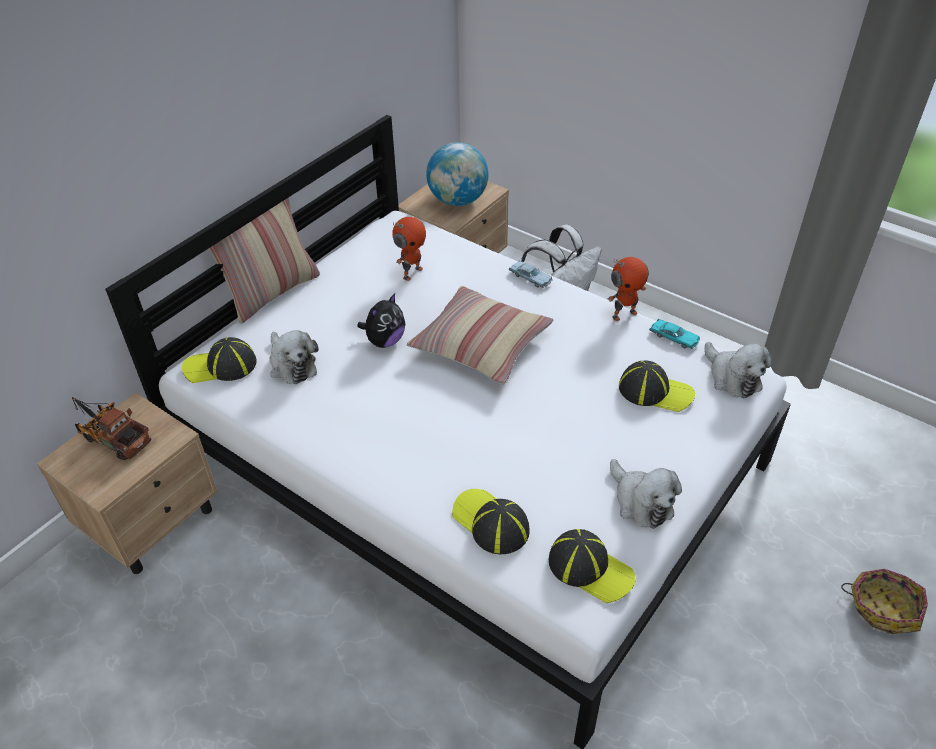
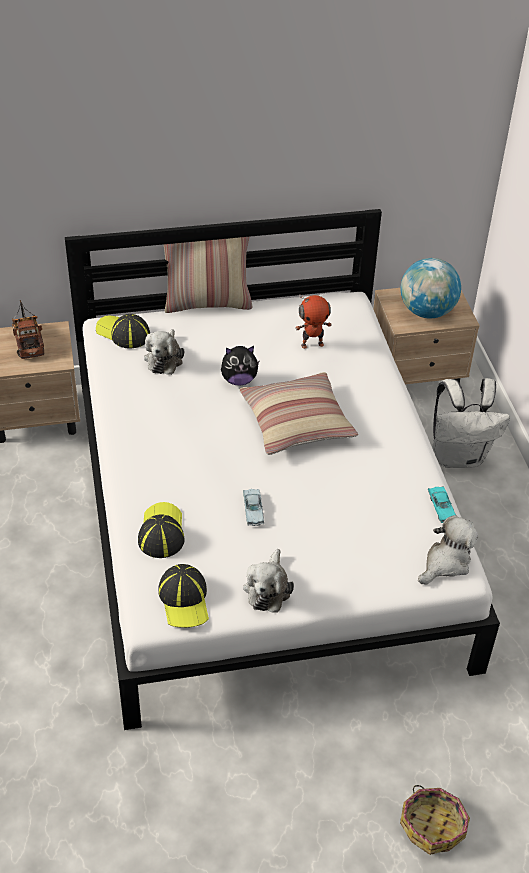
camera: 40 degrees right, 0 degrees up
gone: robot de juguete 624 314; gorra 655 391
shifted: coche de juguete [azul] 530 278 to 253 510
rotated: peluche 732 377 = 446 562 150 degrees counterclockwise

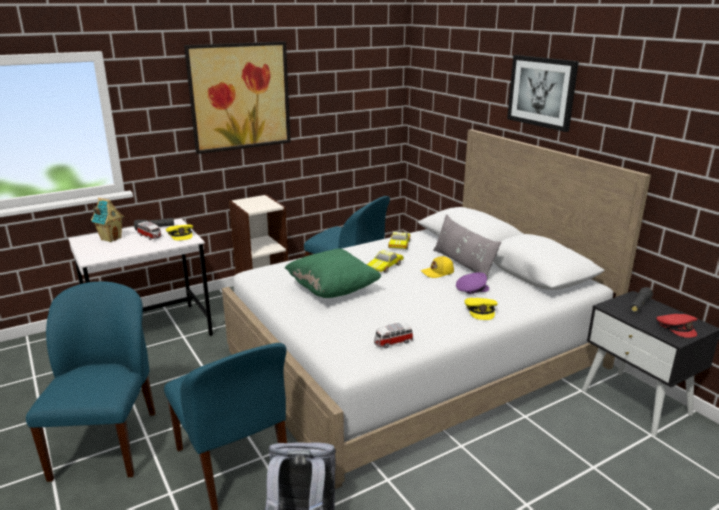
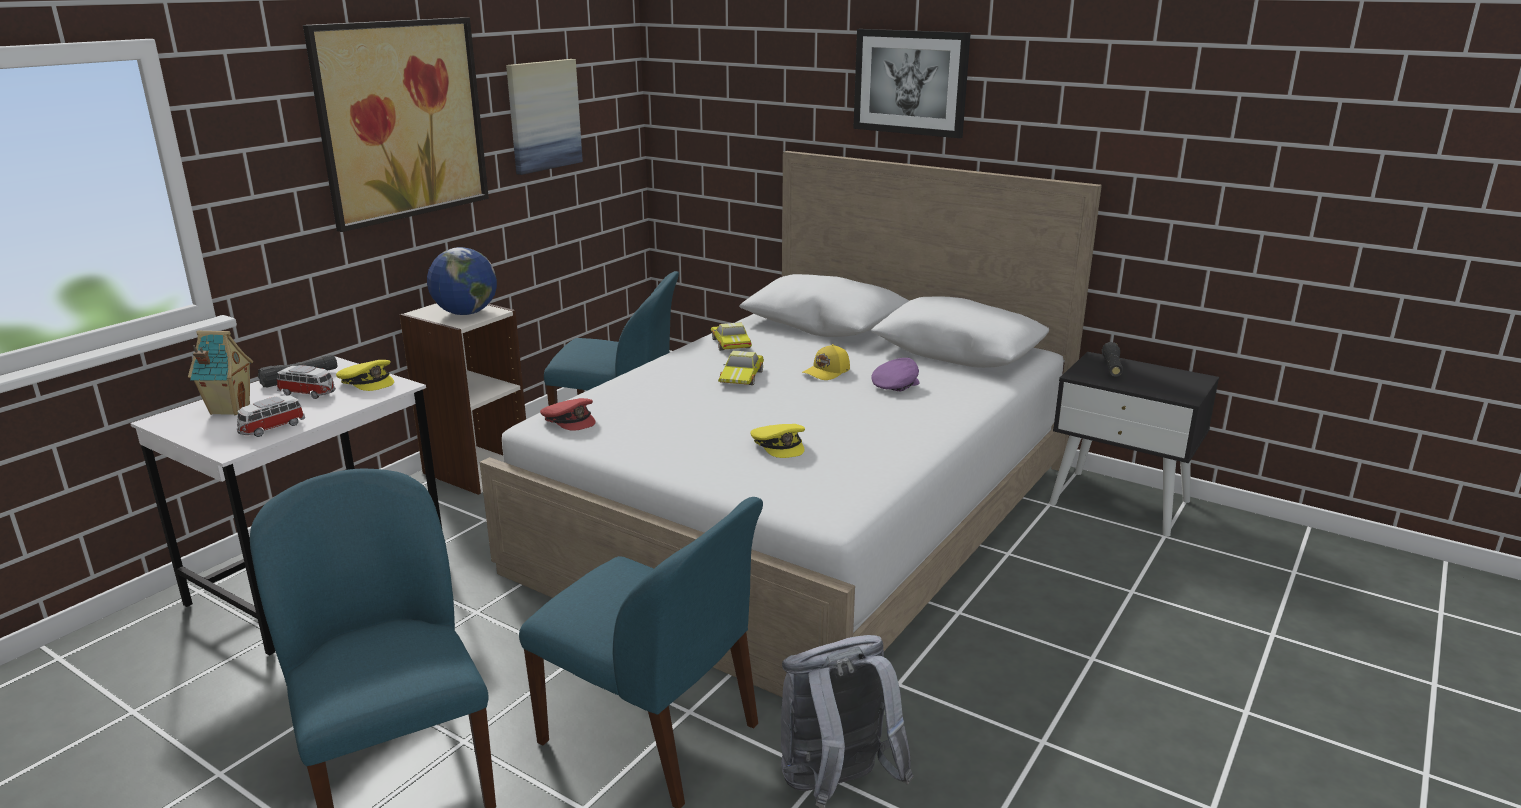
camera: 25 degrees left, 0 degrees up
gone: cojín [verde] 332 290; cojín [gris] 463 264
new: globo terráqueo 465 313; cuadro 543 115
shifted: coche de juguete 392 342 to 271 428; gorra [amarillo] 480 311 to 779 445; gorra [rojo] 676 328 to 570 420

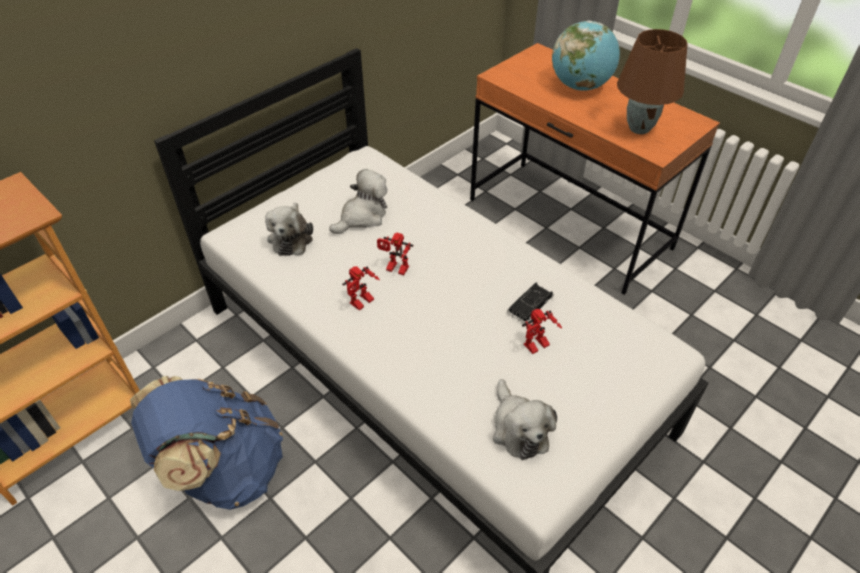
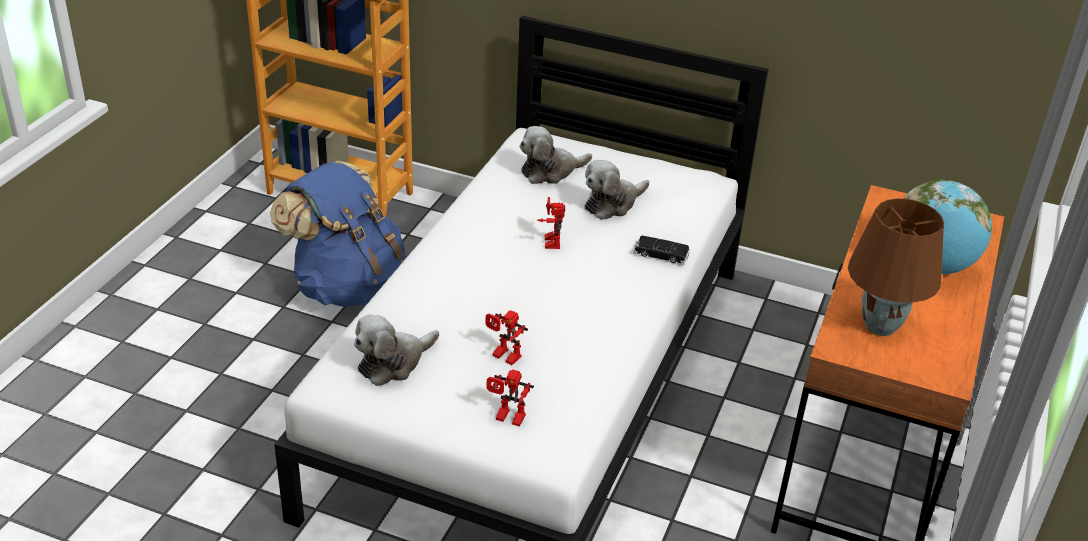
camera: 65 degrees right, 10 degrees down
shifted: robot de juguete 362 303 to 507 419; coche de juguete [negro] 530 305 to 661 254
rotated: peluche 362 216 = 612 204 120 degrees clockwise

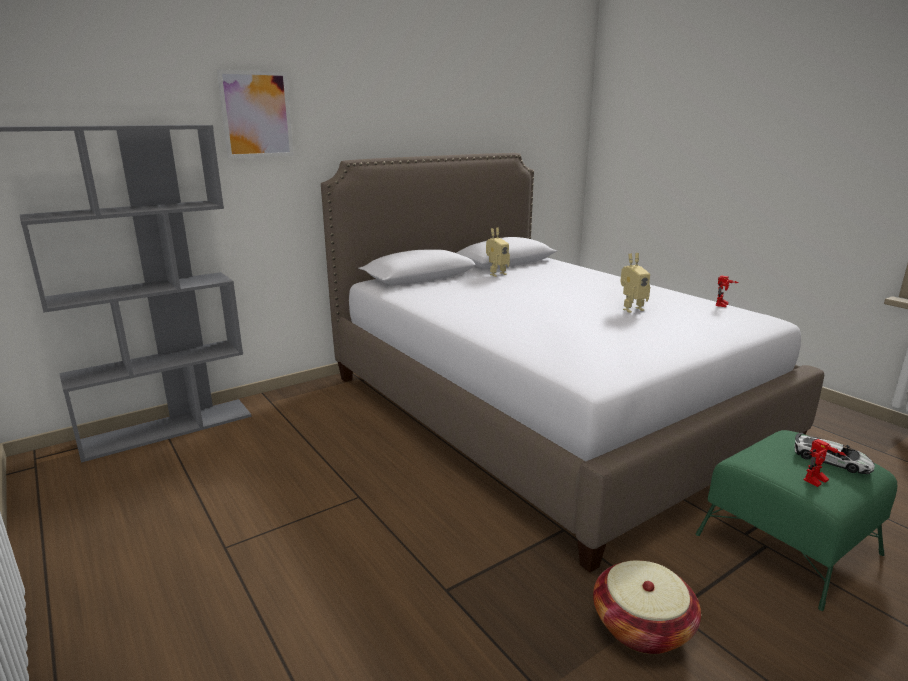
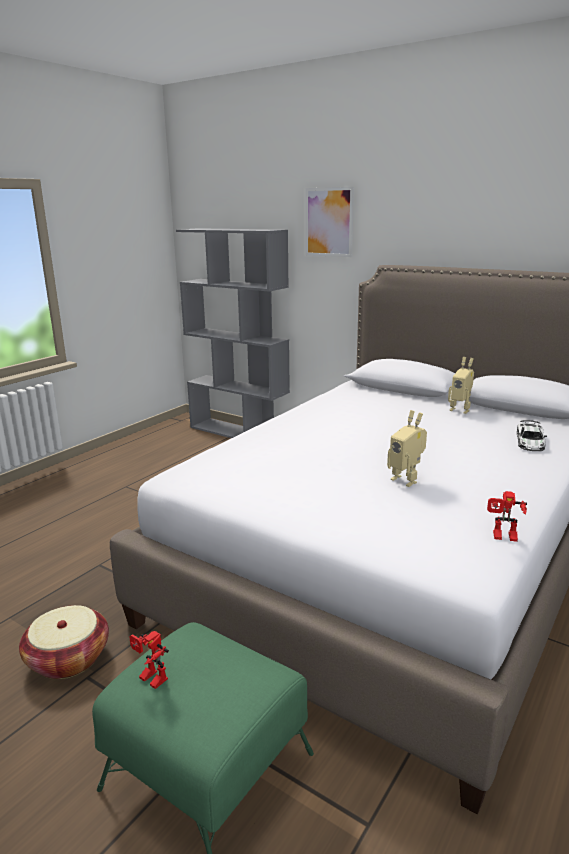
camera: 70 degrees right, 0 degrees up
shifted: coche de juguete 831 460 to 530 441

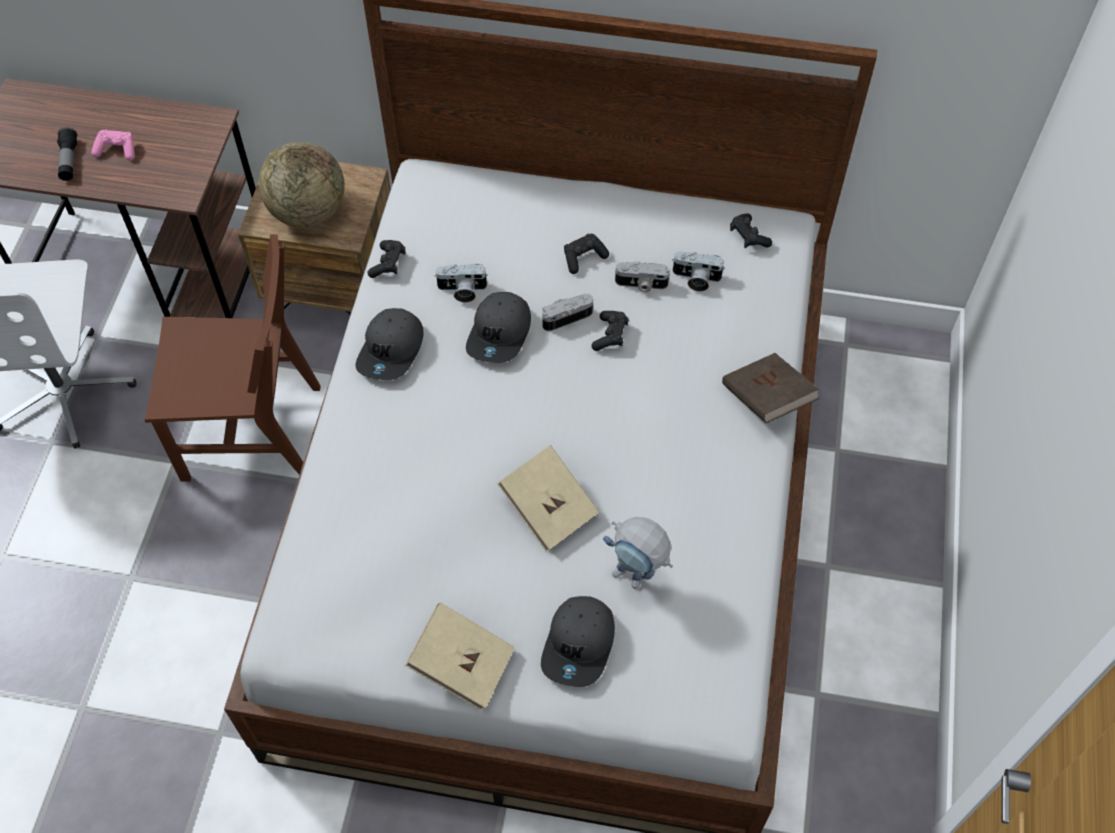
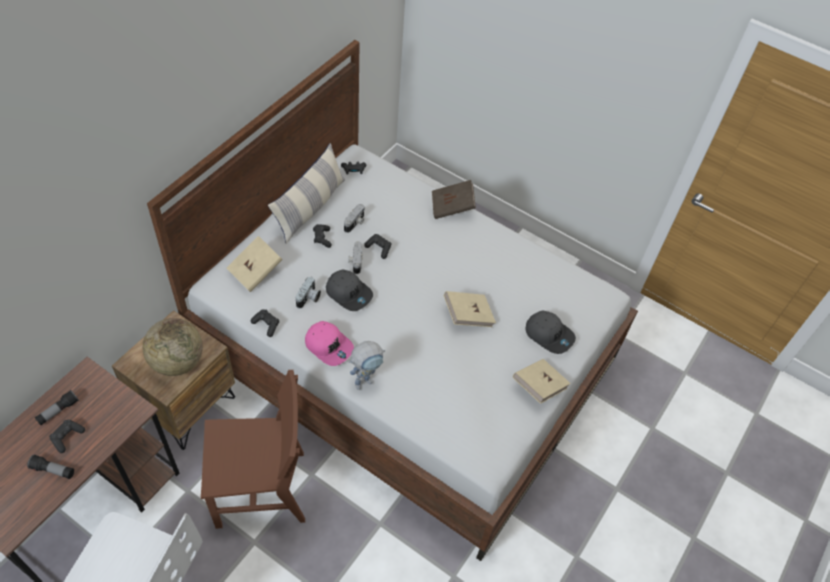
camera: 70 degrees left, 5 degrees down
gone: cámara 695 279
new: linterna 58 411; libro [beis] 255 271; cojín 310 208
shifted: robot de juguete 636 579 to 366 380
repainted: mando de consola [rosa] 117 150 to mando de consola [negro] 67 437; gorra [gris] 392 350 to gorra [rosa] 329 346
rotated: silla [marrón] 252 433 = 261 489 60 degrees clockwise

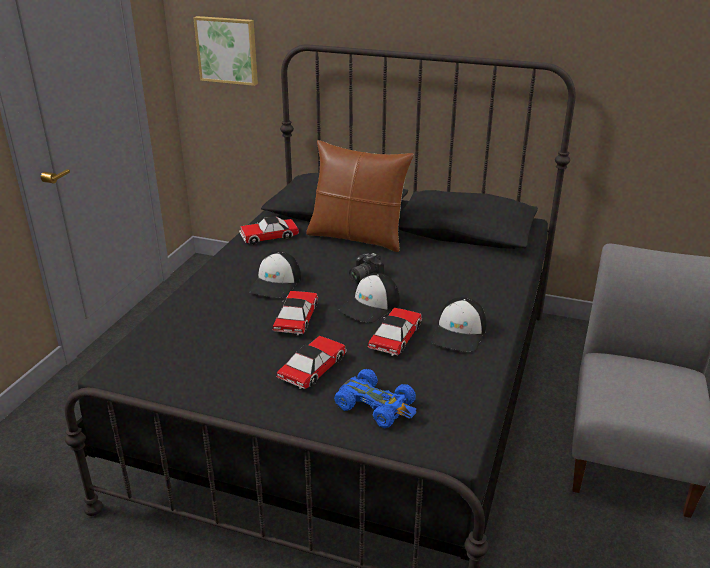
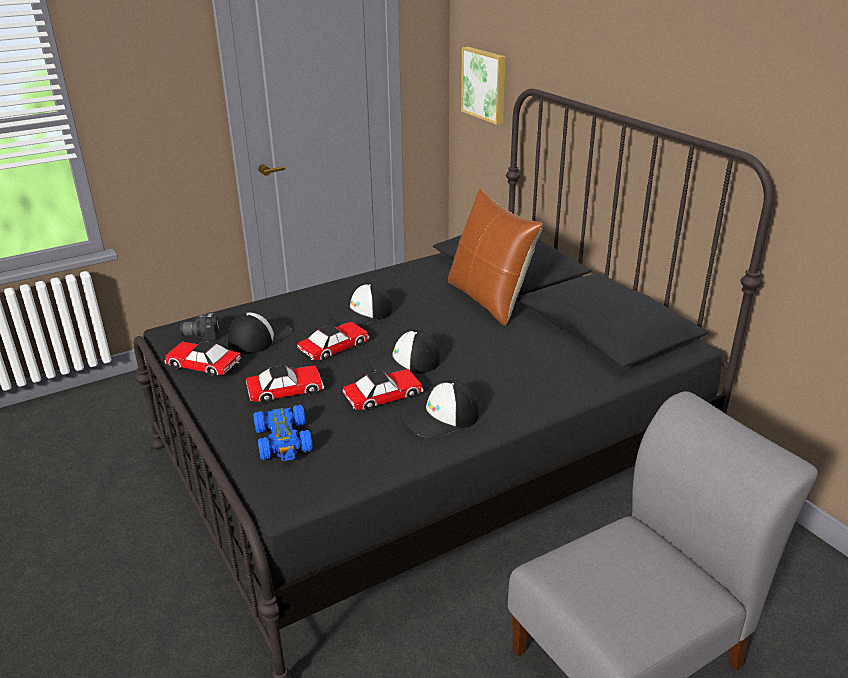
camera: 40 degrees right, 0 degrees up
new: gorra 259 337
shifted: coche de juguete 269 236 to 203 365; cámara 362 275 to 201 334

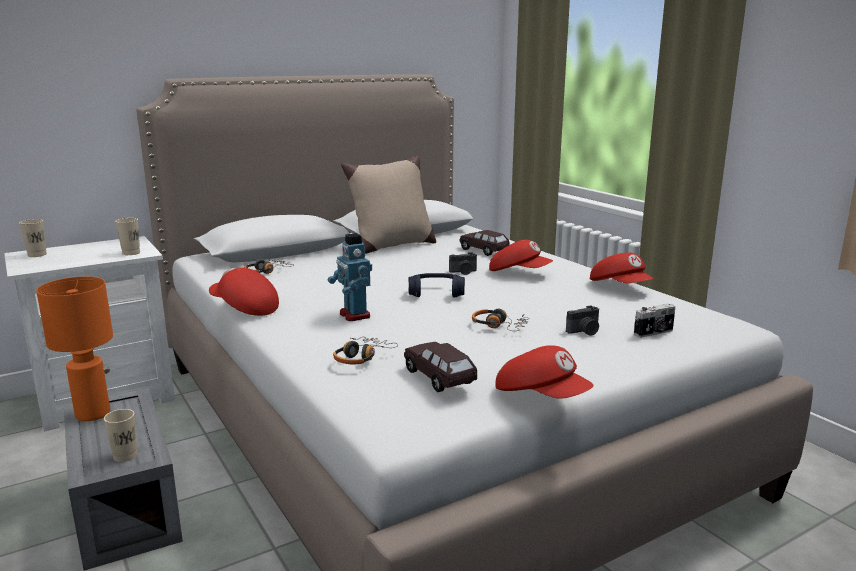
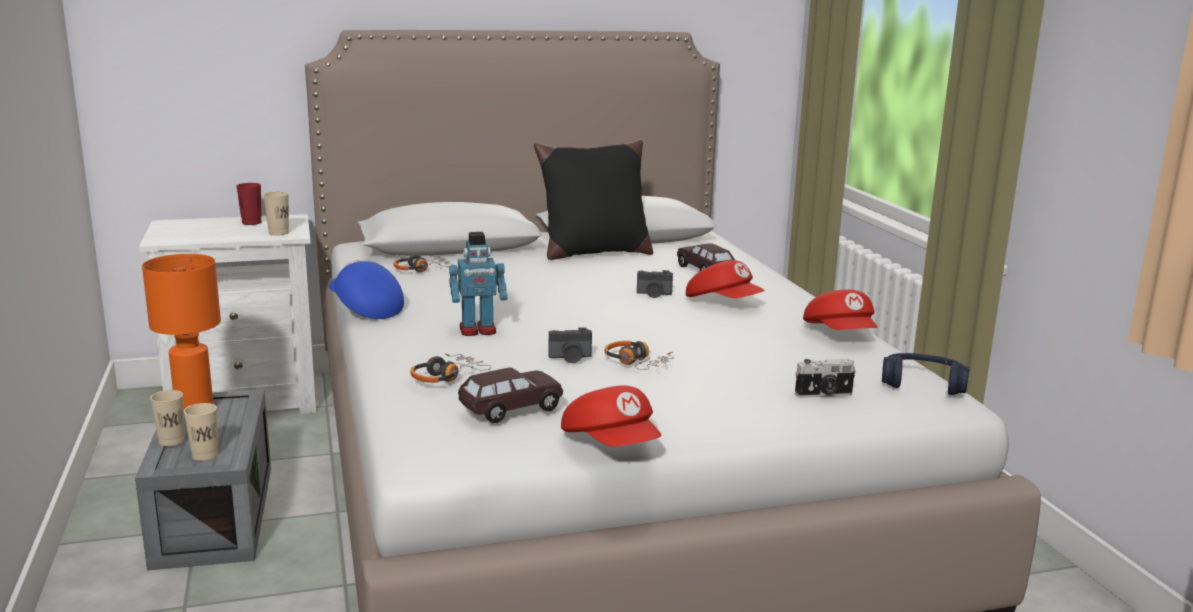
camera: 15 degrees right, 0 degrees up
new: taza [rojo] 251 223
shifted: taza [beis] 37 255 to 171 441; auriculares [azul] 436 293 to 923 384; cámara 584 331 to 570 358
repainted: gorra [rojo] 244 308 to gorra [azul] 365 308; cojín [beis] 391 246 to cojín [negro] 593 253
rotated: robot de juguete 354 315 = 478 330 90 degrees counterclockwise; coche de juguete [marrón] 439 378 = 511 409 75 degrees clockwise

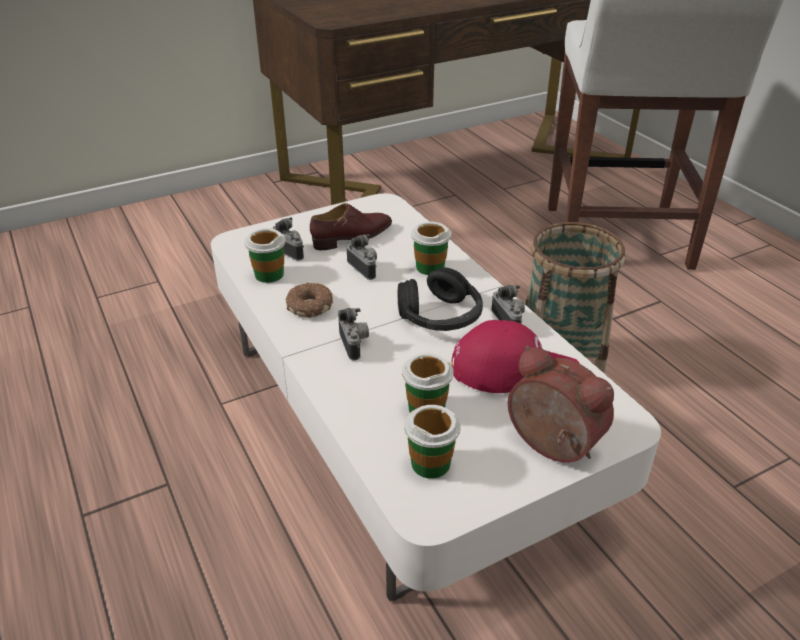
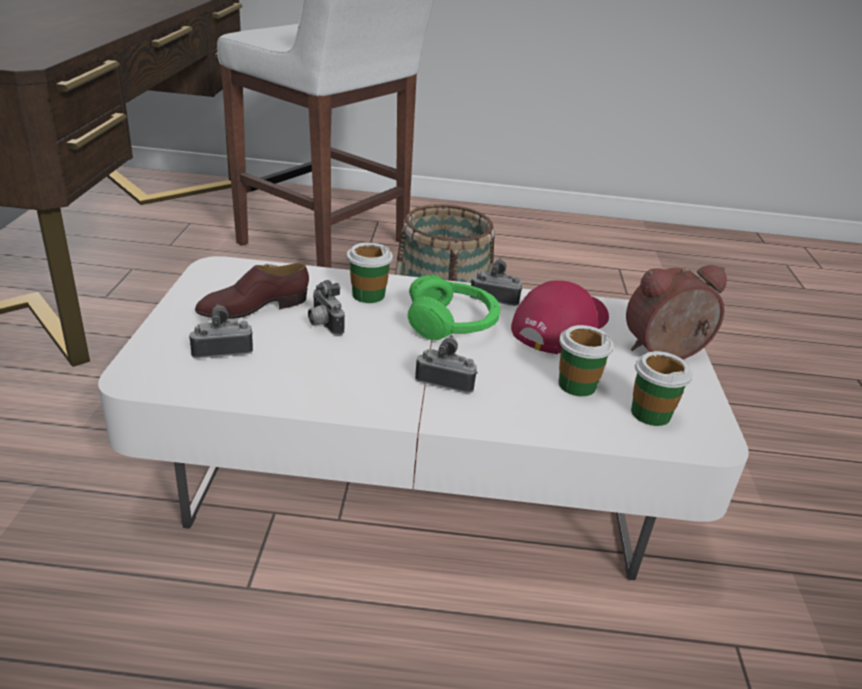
camera: 60 degrees left, 5 degrees down
gone: taza 269 274; rosquilla 309 306
repainted: auriculares [negro] 440 316 to auriculares [verde] 452 323
rotated: zapato [marrón] 353 237 = 253 307 120 degrees counterclockwise; cámara 365 268 = 323 325 120 degrees counterclockwise

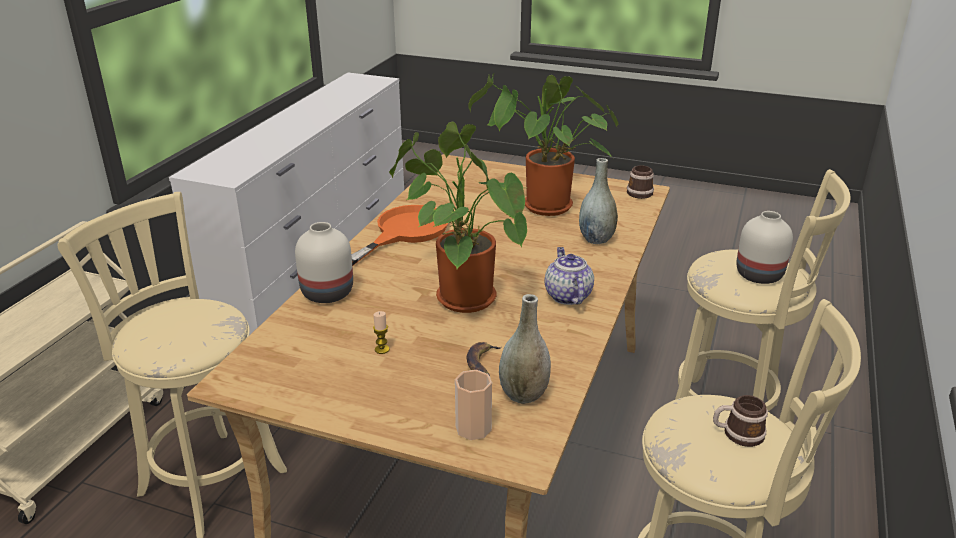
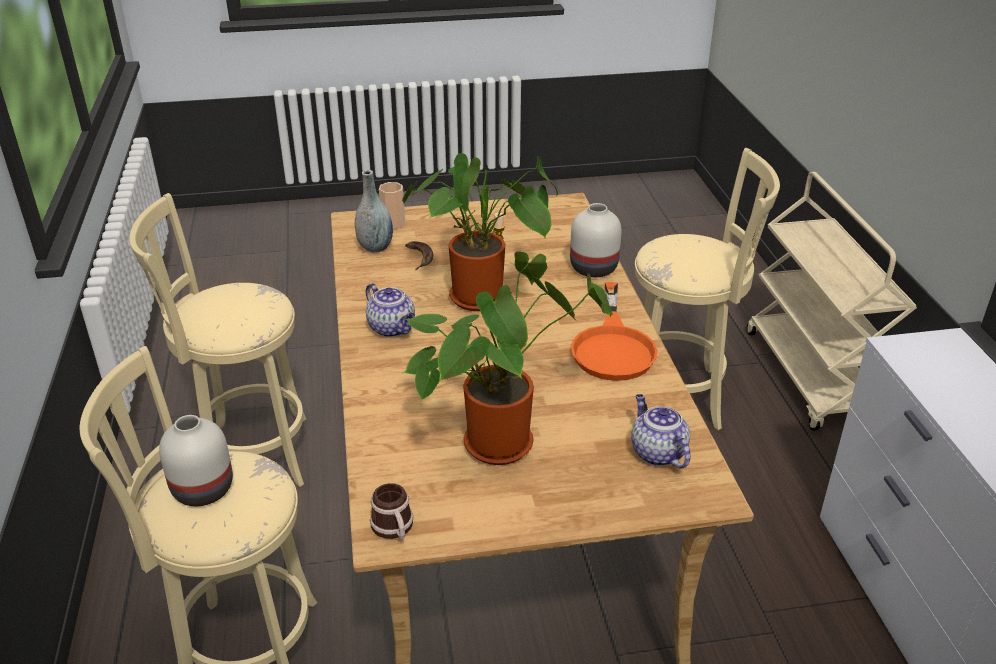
camera: 150 degrees right, 5 degrees up
gone: florero [gris] 596 239; taza grande 737 434
new: tetera 657 452

